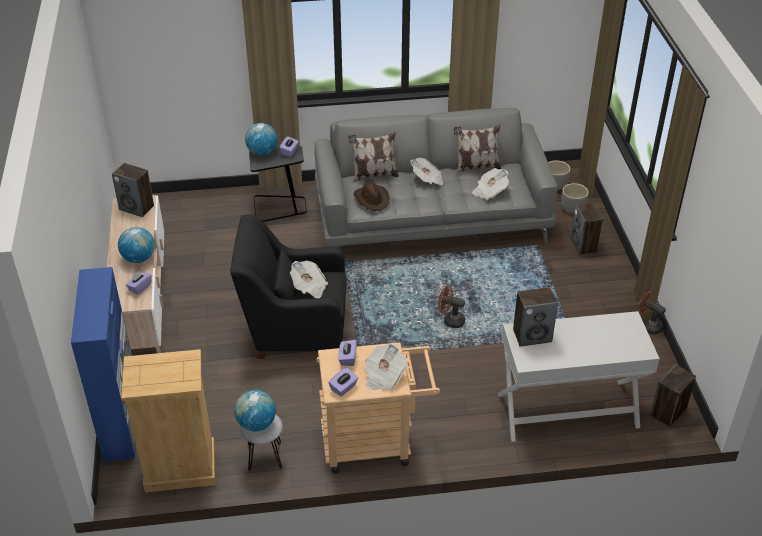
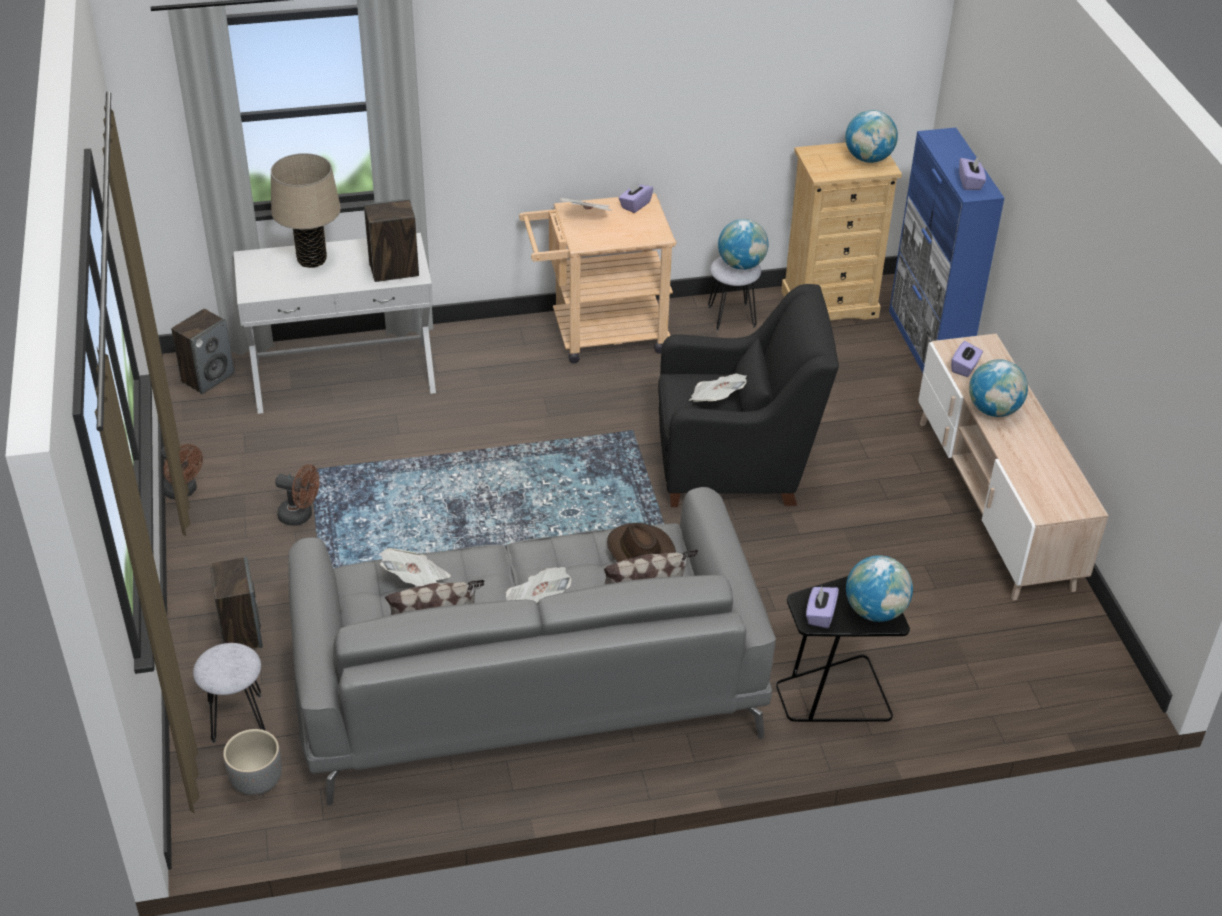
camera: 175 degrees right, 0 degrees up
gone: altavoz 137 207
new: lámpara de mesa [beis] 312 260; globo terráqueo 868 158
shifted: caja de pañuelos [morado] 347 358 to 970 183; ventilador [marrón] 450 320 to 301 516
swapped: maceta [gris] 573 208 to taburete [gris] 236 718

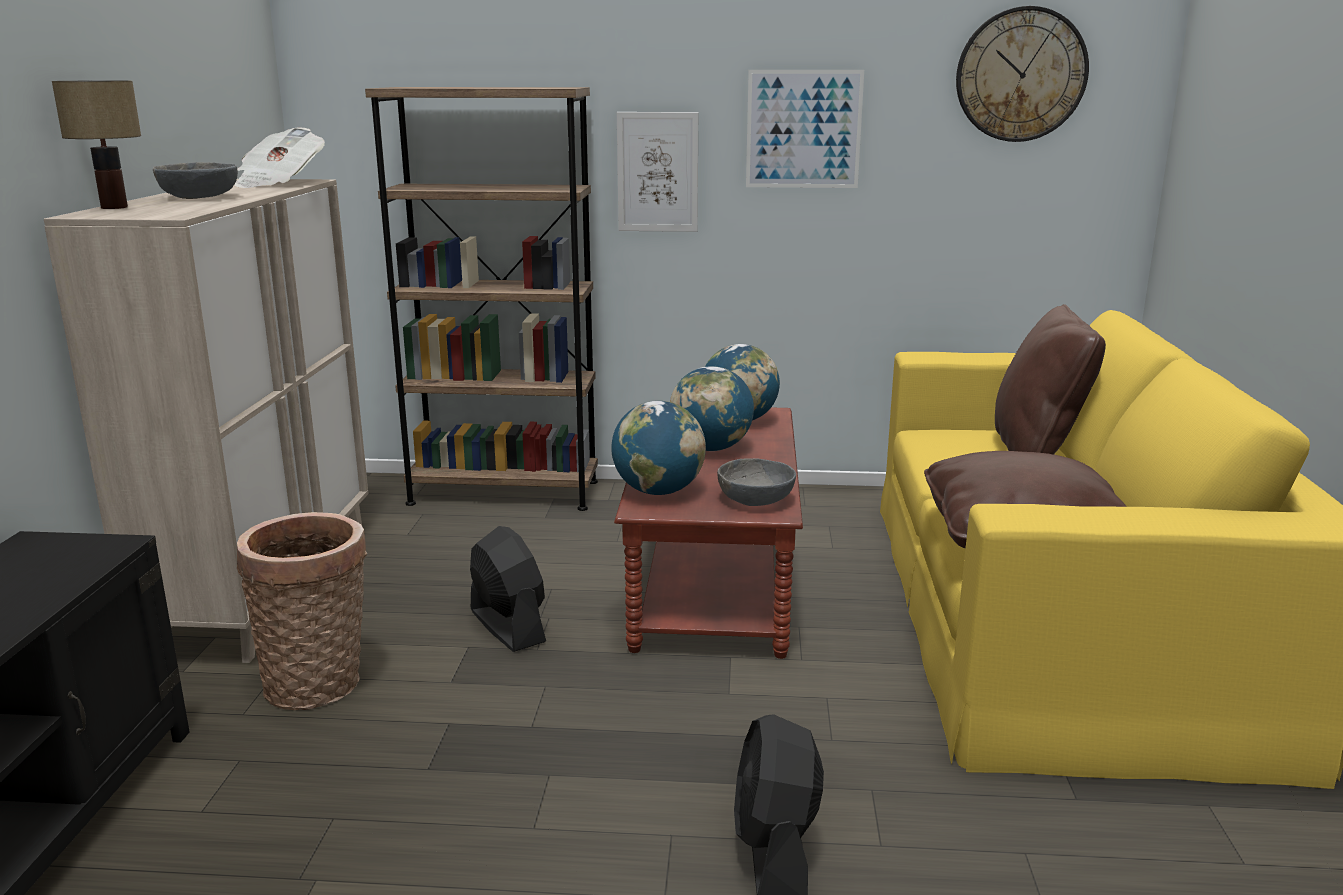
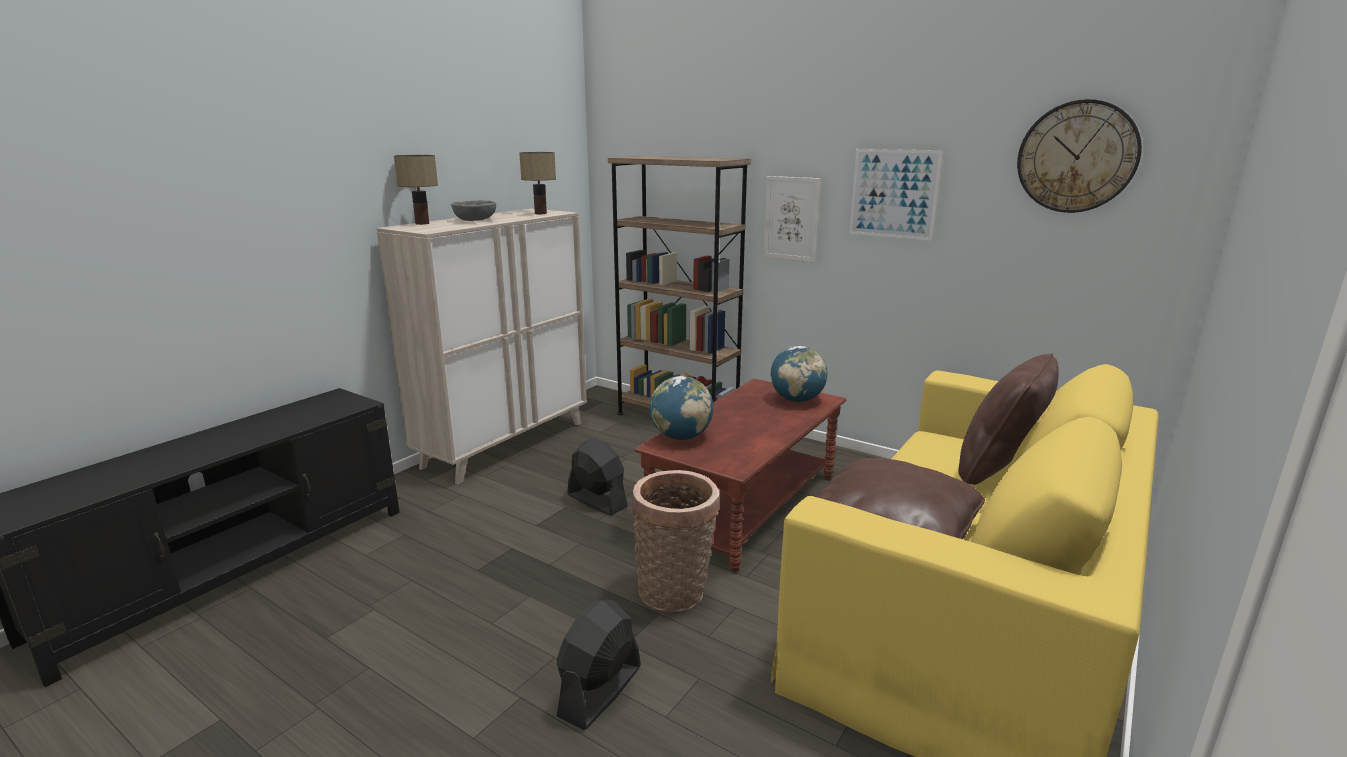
camera: 30 degrees right, 0 degrees up
gone: globo terráqueo 711 448; cuenco [gris] 755 500
shifted: cesta 319 684 to 675 592
swapped: periódico 279 183 to lámpara de mesa 540 213
rotated: ventilador [negro] 507 626 = 597 501 45 degrees counterclockwise

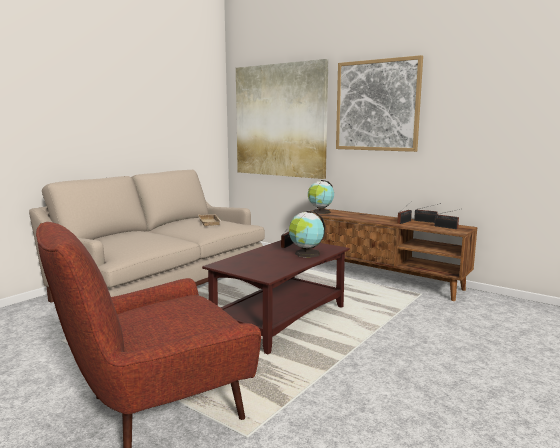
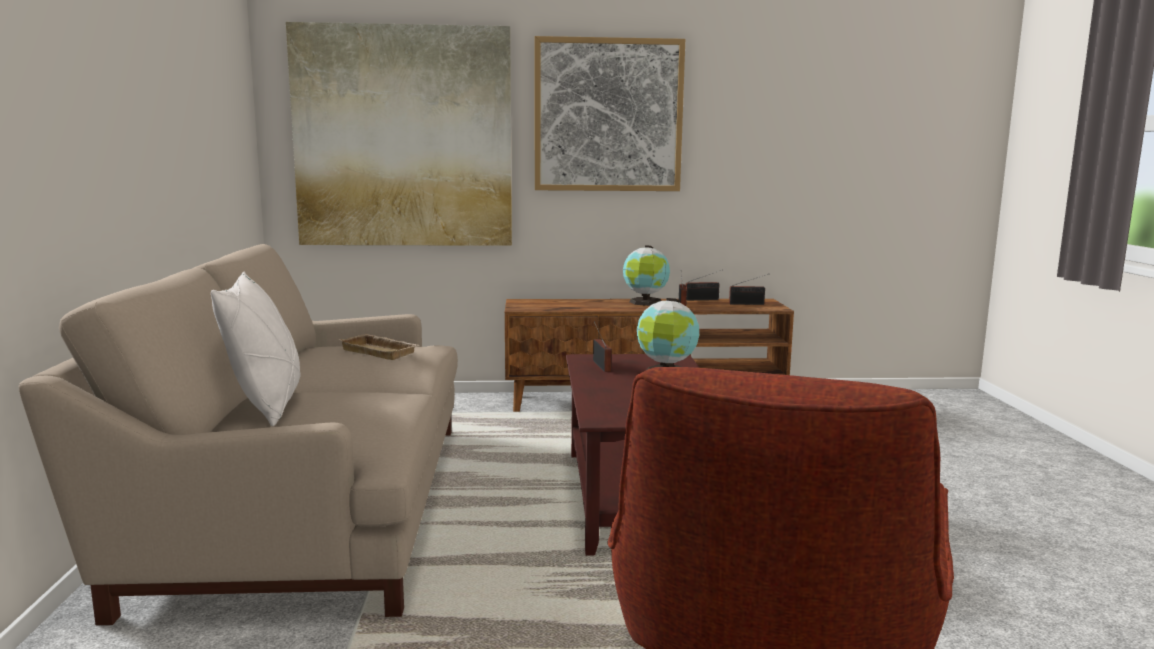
camera: 40 degrees left, 0 degrees up
new: cojín [blanco] 267 405
shifted: globo terráqueo 320 212 to 645 302

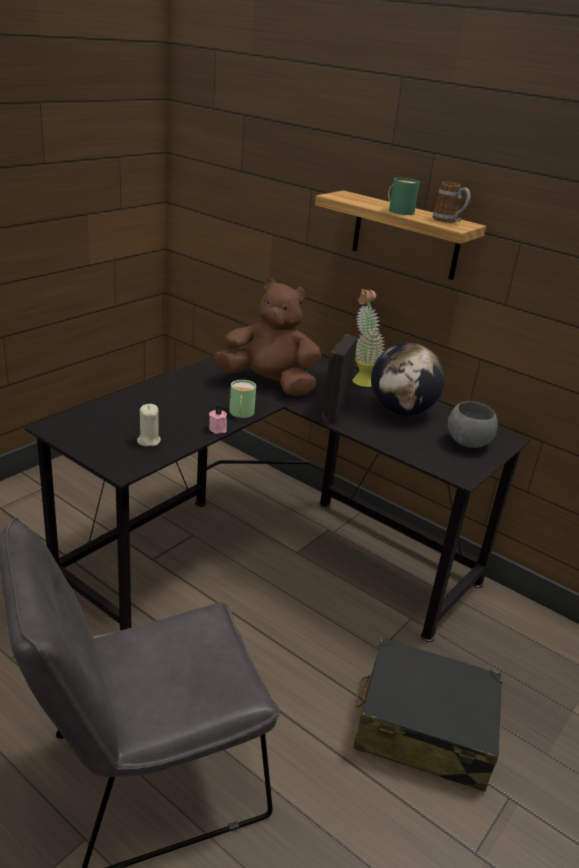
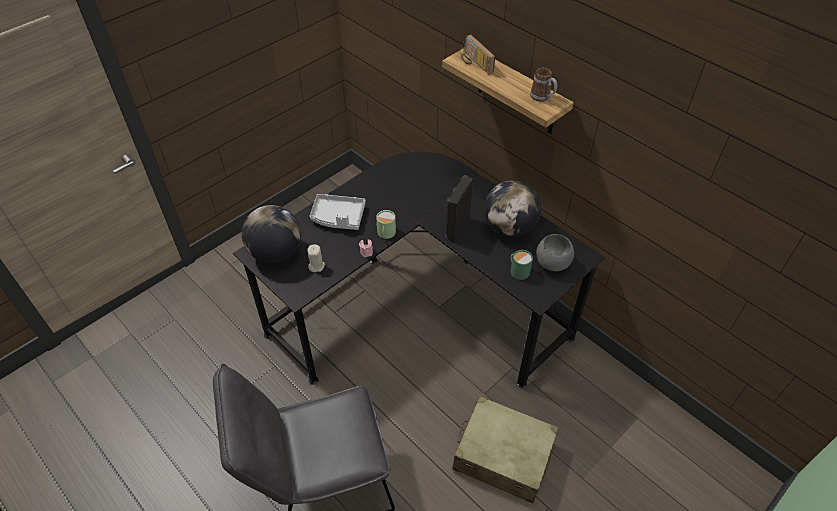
camera: 10 degrees right, 20 degrees up
gone: peluche [marrón] 269 384; planta en maceta 361 379
new: globo terráqueo 276 253; bandeja [gris] 338 217; radio 474 63
shifted: taza grande [verde] 399 211 to 518 270
repainted: maleta [negro] 423 728 to maleta [beis] 503 455

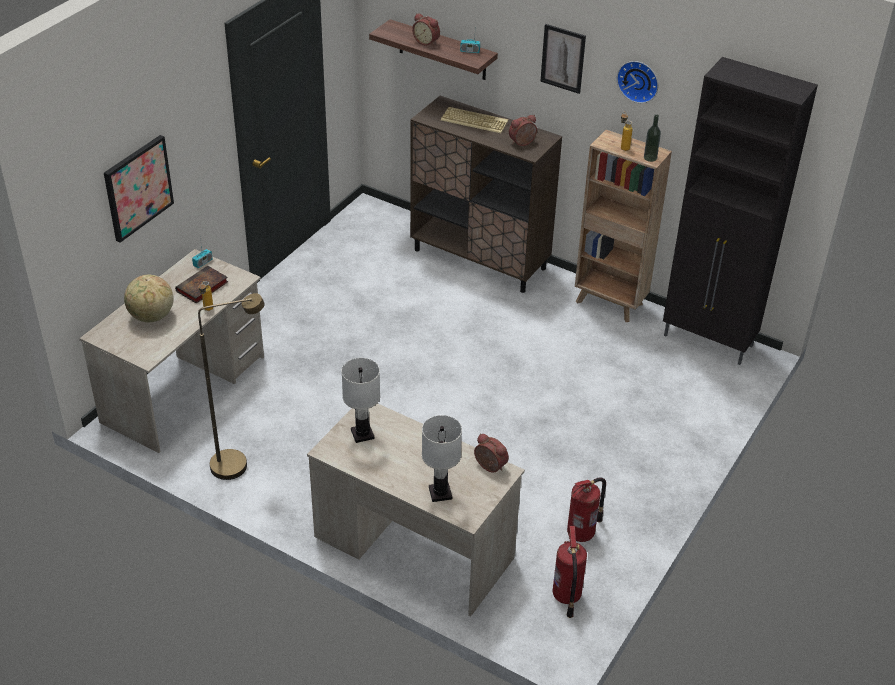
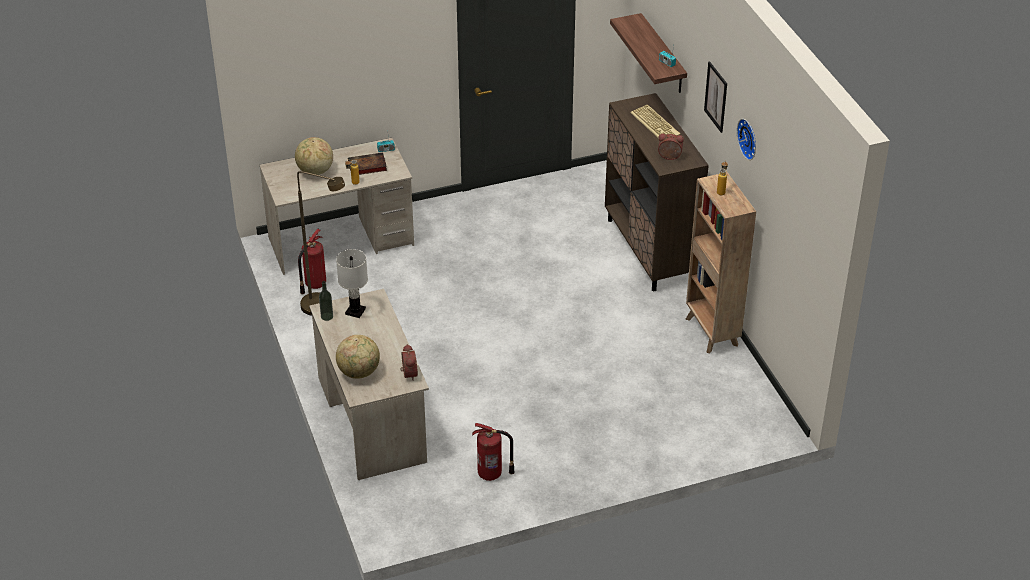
camera: 40 degrees right, 0 degrees up
gone: cuadro 138 187; despertador 427 42; armario [negro] 709 341
shifted: extintor 566 597 to 314 284; botella 650 158 to 327 316
swapped: lámpara de mesa [blanco] 440 493 to globo terráqueo 359 372

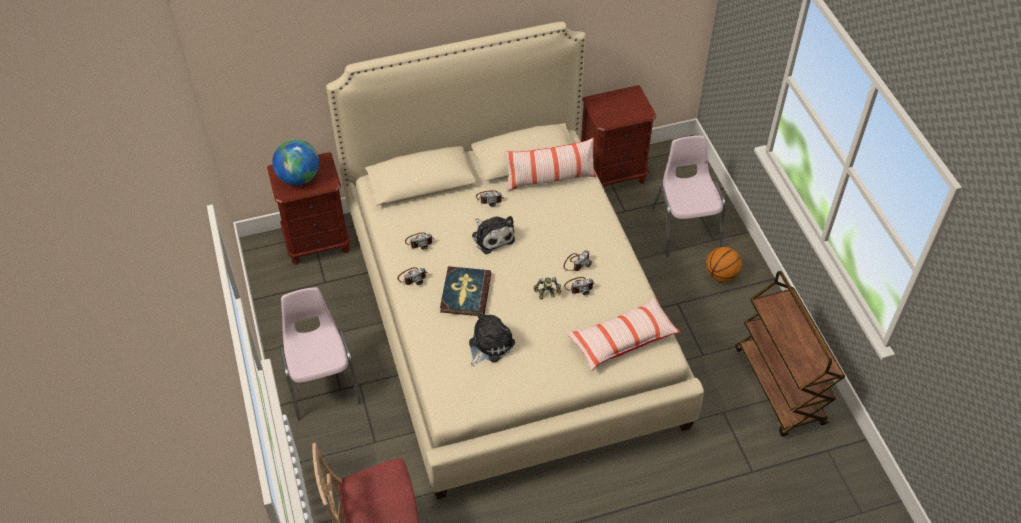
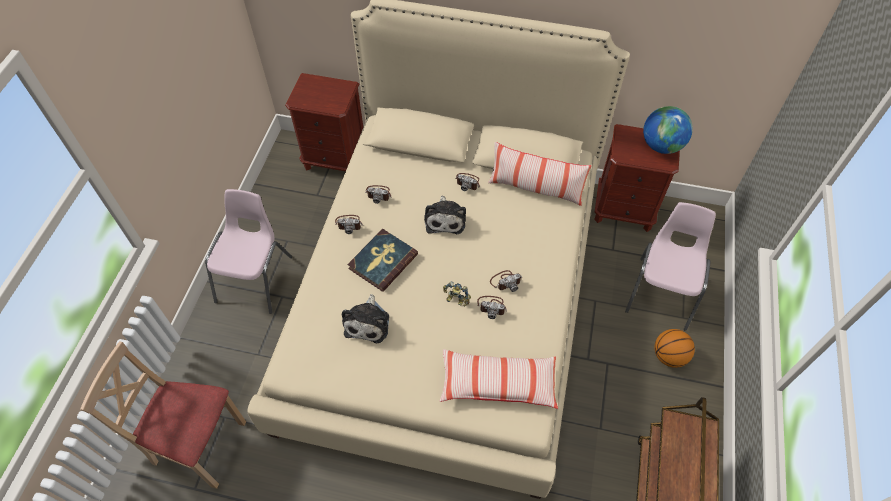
camera: 30 degrees right, 5 degrees up
shifted: globo terráqueo 299 178 to 661 146
rotated: peluche 489 345 = 368 322 120 degrees clockwise

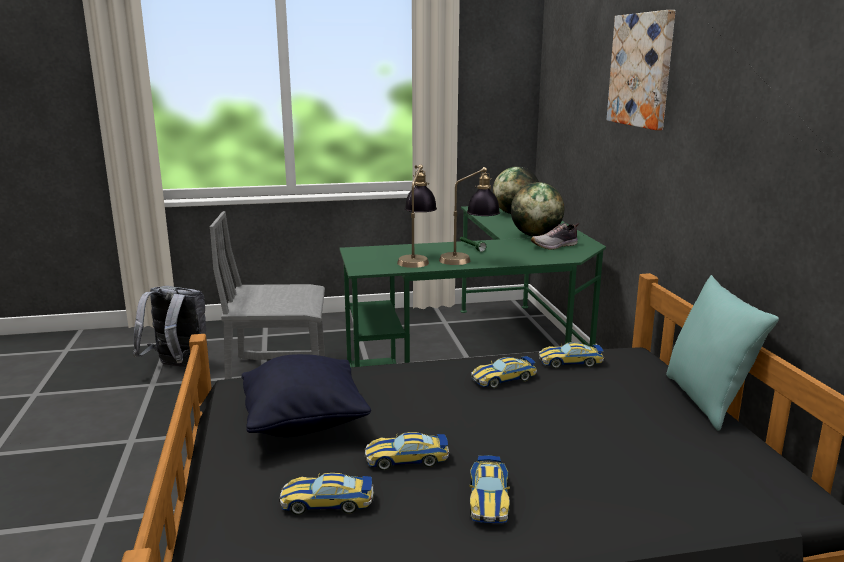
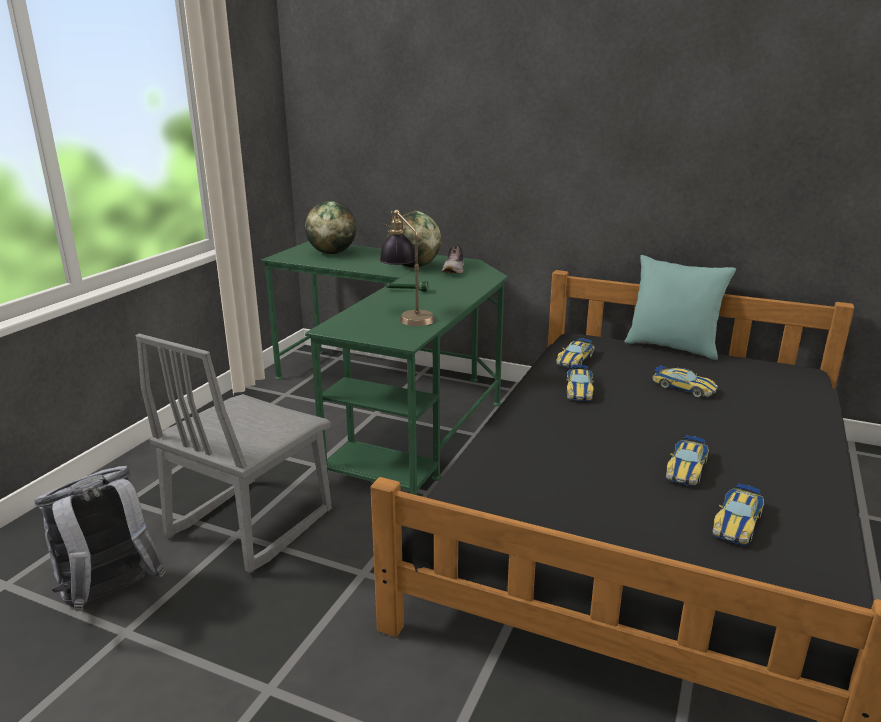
camera: 55 degrees left, 5 degrees up
gone: cojín [negro] 304 422; lámpara de mesa 468 260; cuadro 641 70
shifted: coche de juguete 488 498 to 683 388

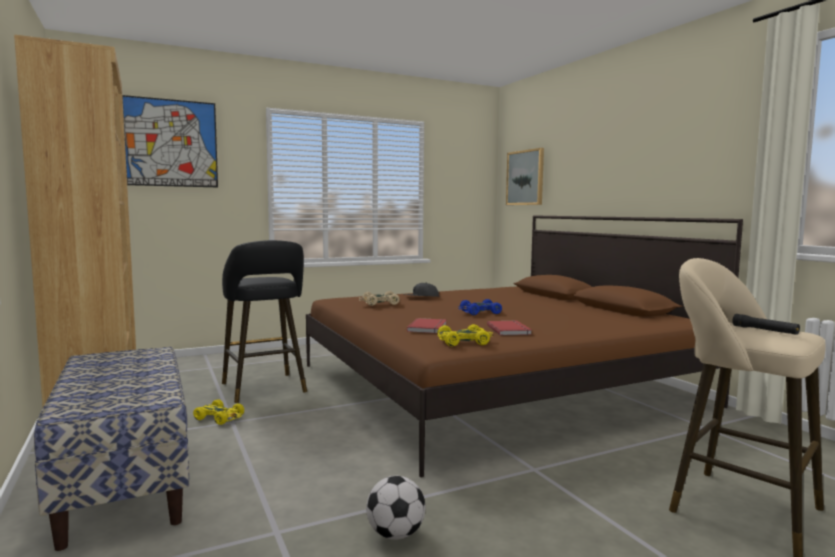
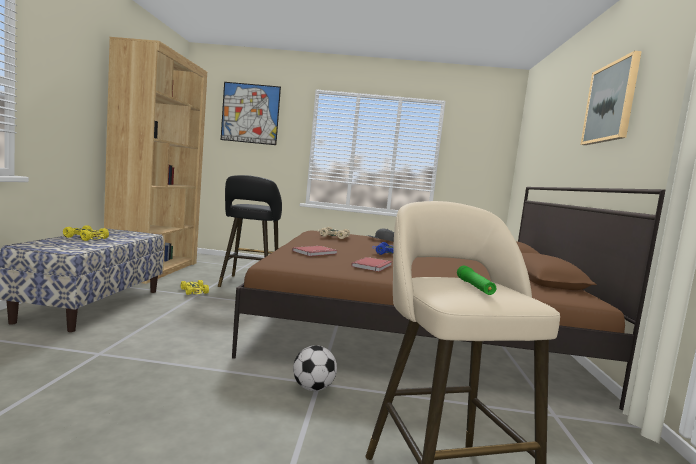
camera: 30 degrees right, 0 degrees up
shifted: balón de fútbol 395 534 to 313 388; coche de juguete [amarillo] 464 342 to 87 238; cuadro 525 177 to 610 103
repainted: linterna [negro] 765 330 to linterna [verde] 474 287

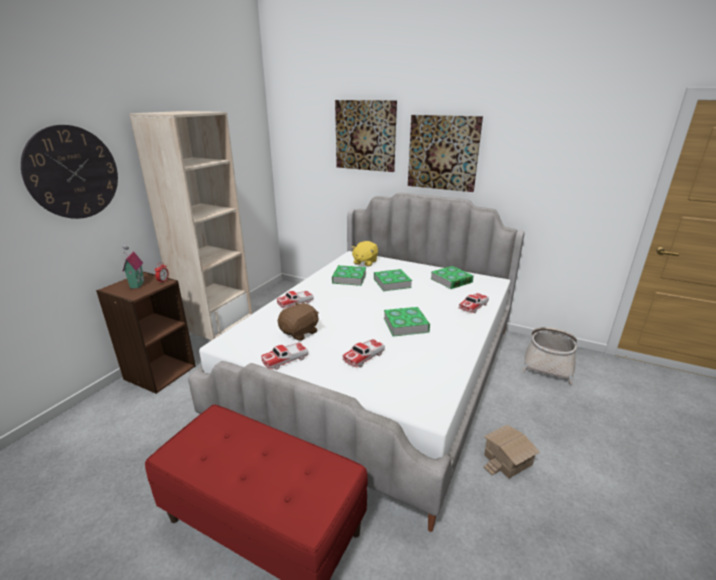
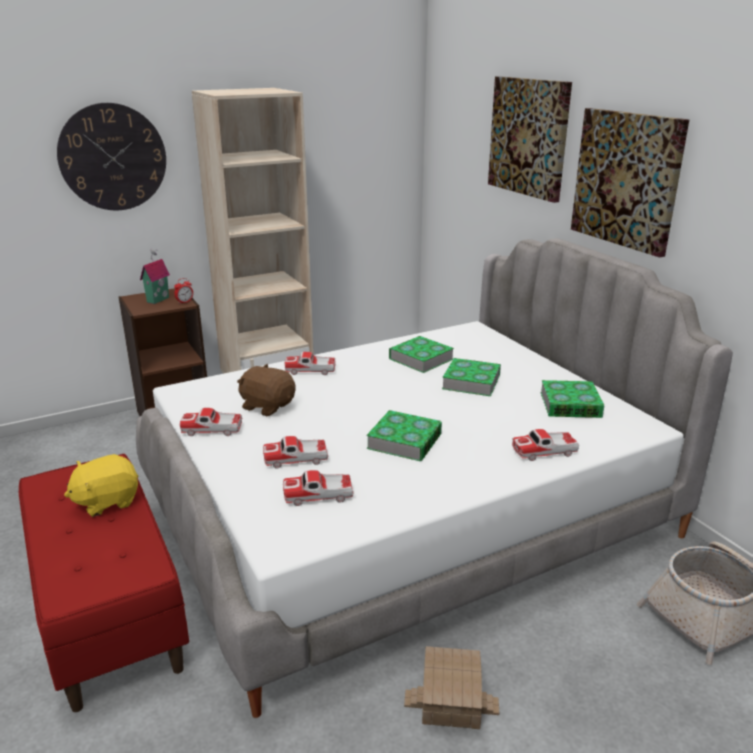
camera: 35 degrees right, 0 degrees up
new: coche de juguete 318 495
shifted: peluche [amarillo] 365 262 to 107 501
rotated: peluche [marrón] 300 332 = 267 406 135 degrees counterclockwise

